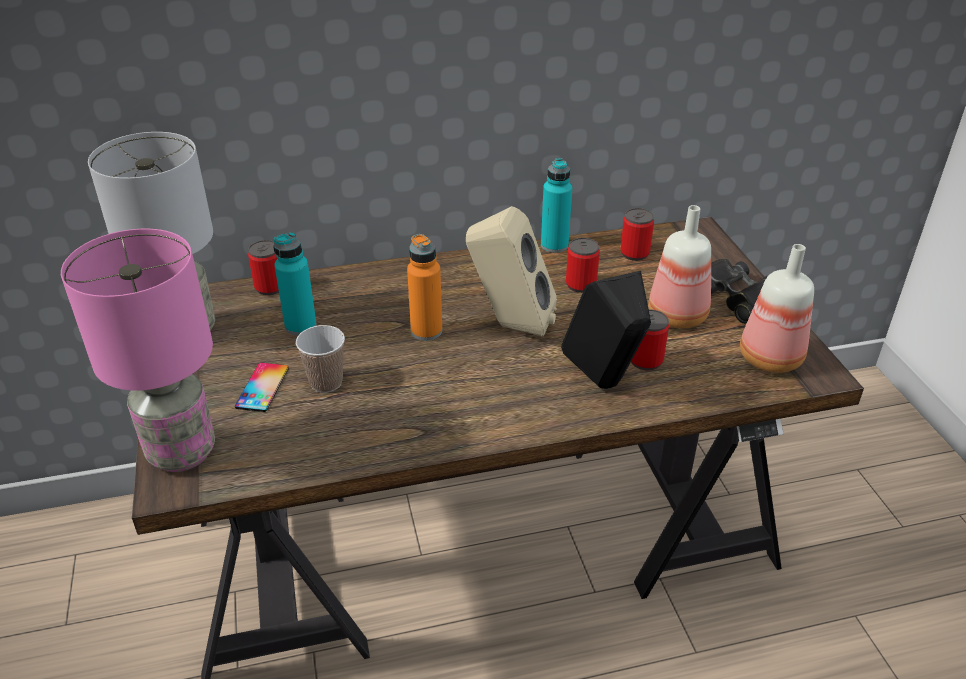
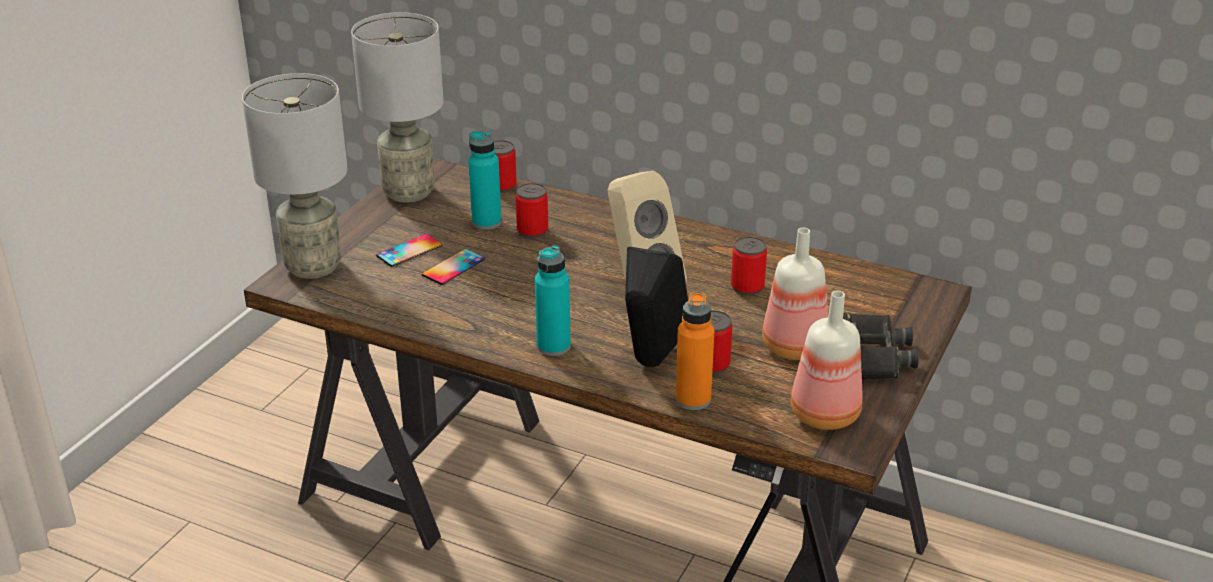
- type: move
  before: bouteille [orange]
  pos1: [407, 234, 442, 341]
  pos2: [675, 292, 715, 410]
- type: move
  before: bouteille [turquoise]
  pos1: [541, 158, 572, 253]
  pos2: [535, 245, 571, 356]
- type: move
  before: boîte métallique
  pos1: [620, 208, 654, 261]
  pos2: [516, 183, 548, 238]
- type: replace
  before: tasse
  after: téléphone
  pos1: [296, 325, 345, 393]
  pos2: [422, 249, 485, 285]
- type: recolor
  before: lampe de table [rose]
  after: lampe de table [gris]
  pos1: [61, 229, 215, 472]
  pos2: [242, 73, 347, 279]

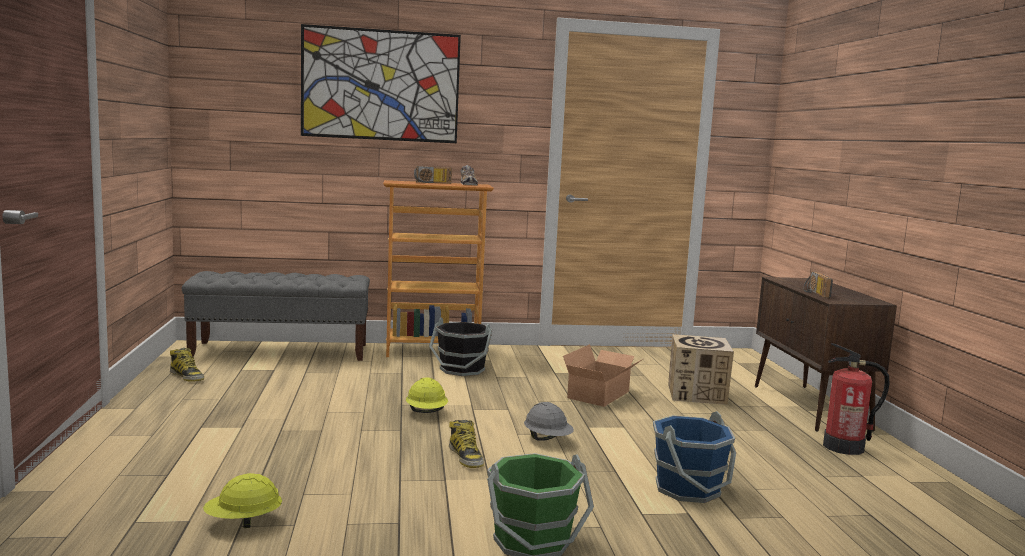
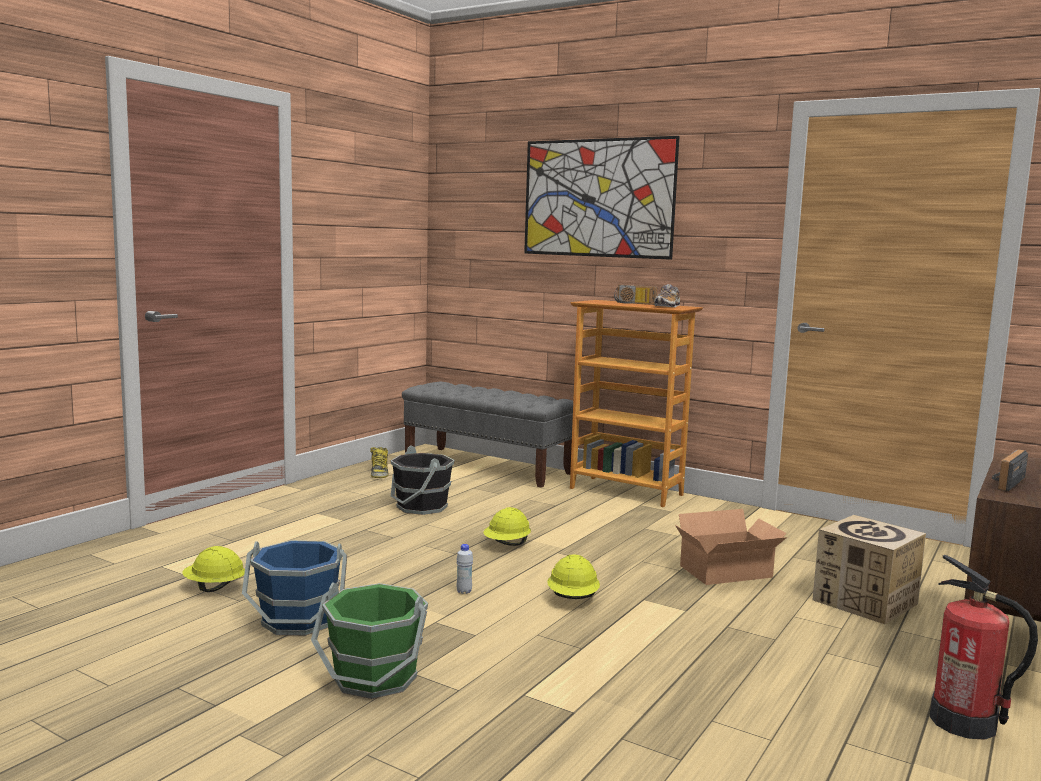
- type: move
  before: seau [noir]
  pos1: [429, 317, 492, 376]
  pos2: [390, 445, 455, 515]
- type: move
  before: seau [bleu]
  pos1: [653, 411, 736, 503]
  pos2: [242, 540, 347, 636]
- type: replace
  before: botte
  after: bouteille [blanc]
  pos1: [449, 420, 484, 468]
  pos2: [456, 544, 473, 594]
- type: recolor
  before: casque de chantier [gris]
  after: casque de chantier [jaune]
  pos1: [524, 402, 574, 441]
  pos2: [547, 555, 600, 599]

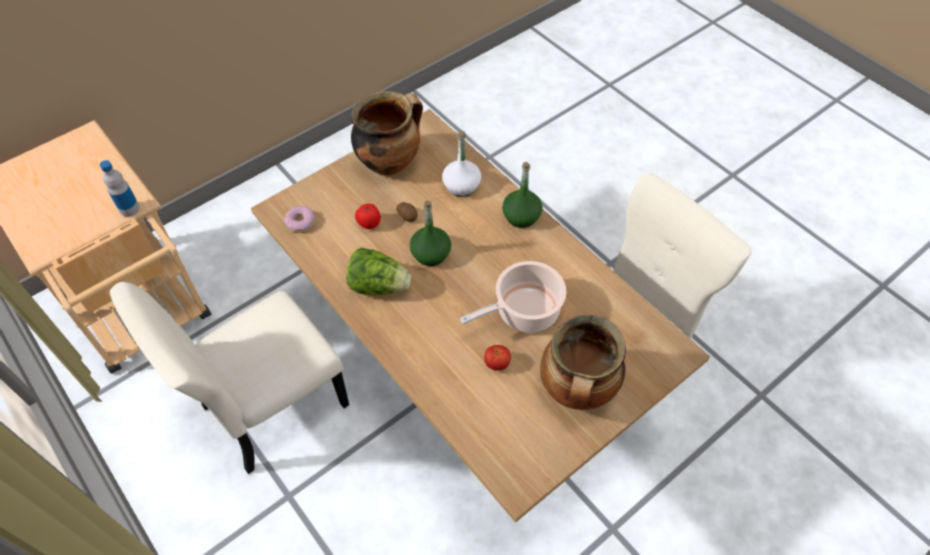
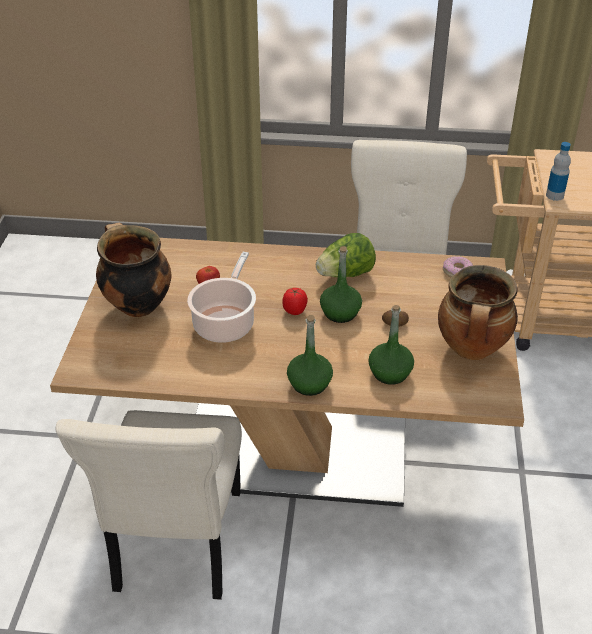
- type: move
  before: tomate
  pos1: [355, 204, 381, 229]
  pos2: [282, 288, 308, 315]
- type: recolor
  before: bouteille [blanc]
  after: bouteille [vert]
  pos1: [442, 130, 481, 197]
  pos2: [368, 305, 414, 385]

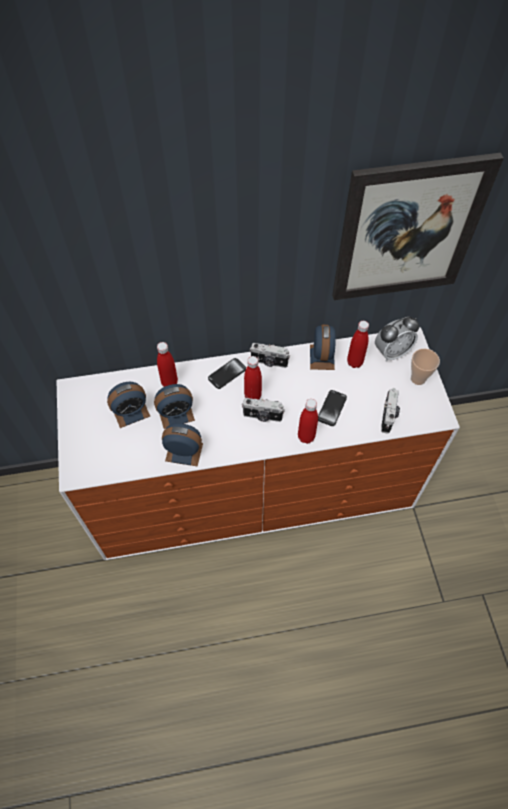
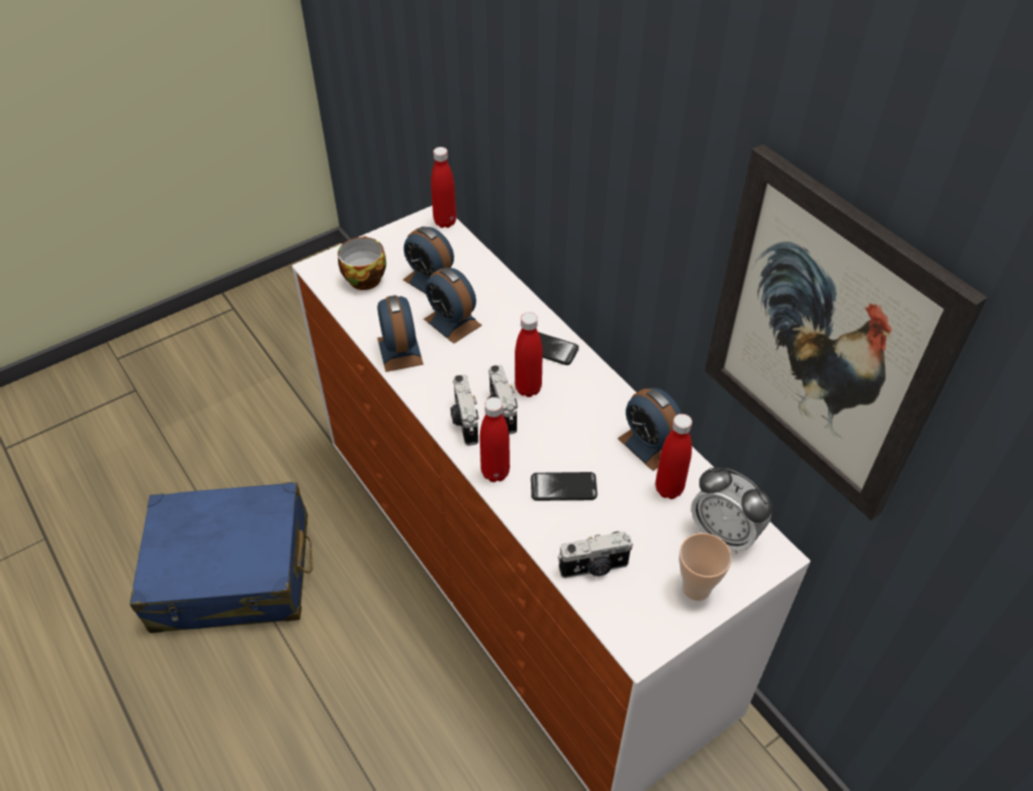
- type: insert
  after: valise [bleu]
  pos2: [130, 482, 313, 633]
- type: insert
  after: tasse
  pos2: [338, 236, 386, 290]
- type: move
  before: bouteille [rouge]
  pos1: [157, 342, 178, 387]
  pos2: [431, 147, 456, 228]
- type: move
  before: appareil photo
  pos1: [250, 343, 290, 368]
  pos2: [450, 375, 478, 446]
- type: rotate
  before: réveil
  pos1: [310, 325, 336, 370]
  pos2: [618, 388, 682, 471]
  turn: 75

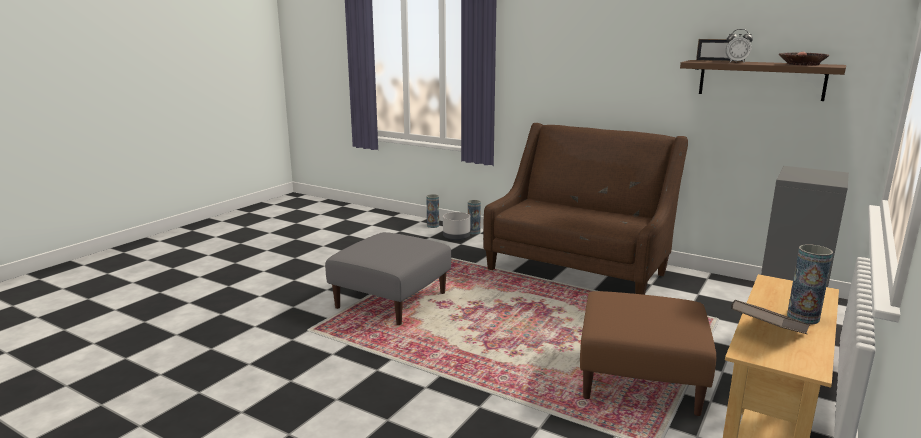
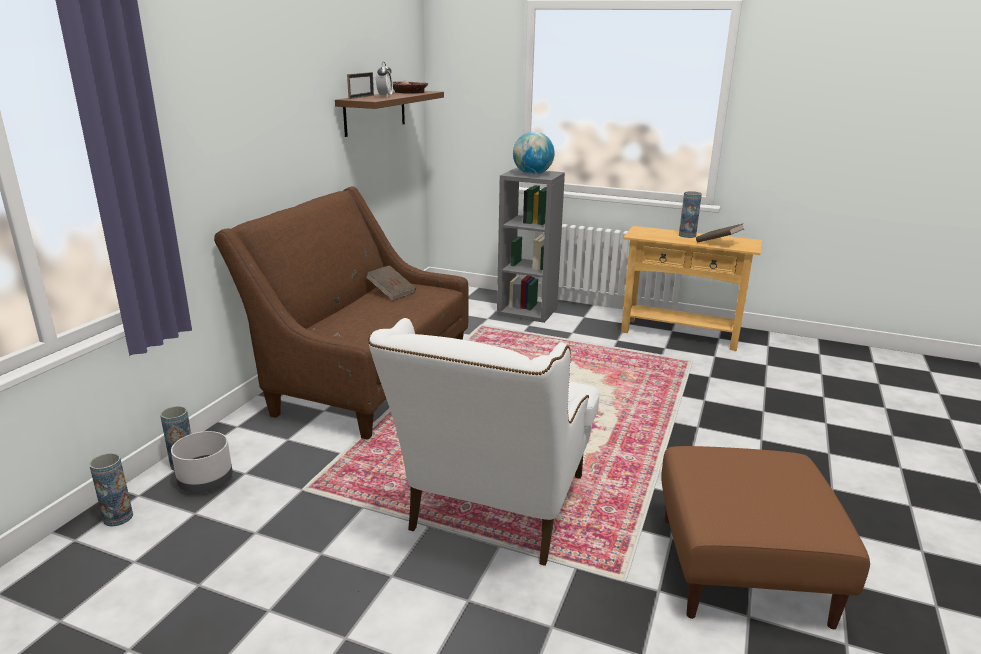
- type: insert
  after: livre [marron]
  pos2: [366, 265, 416, 301]
- type: insert
  after: globe
  pos2: [513, 132, 554, 175]
- type: move
  before: pouf [marron]
  pos1: [580, 291, 716, 416]
  pos2: [661, 446, 870, 629]
- type: replace
  before: pouf [gris]
  after: fauteuil [blanc]
  pos1: [325, 232, 451, 325]
  pos2: [368, 318, 599, 566]

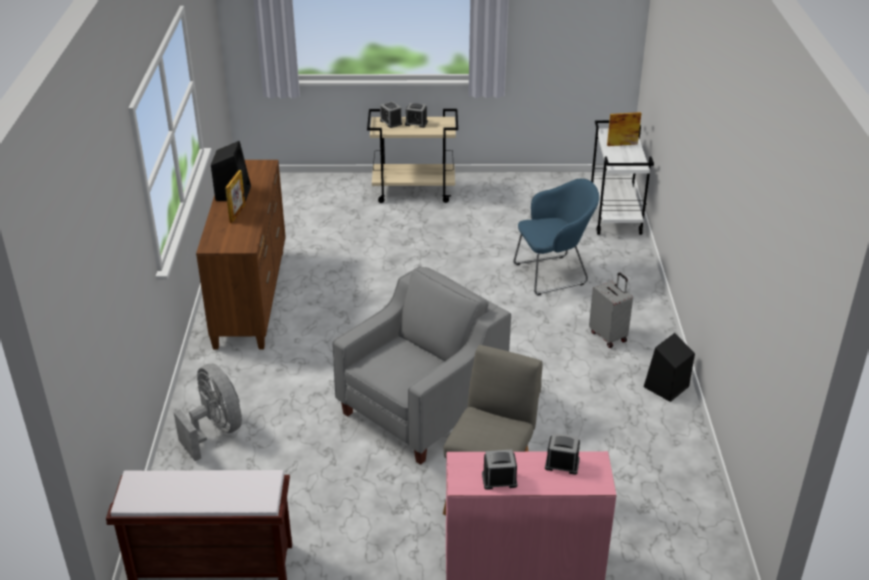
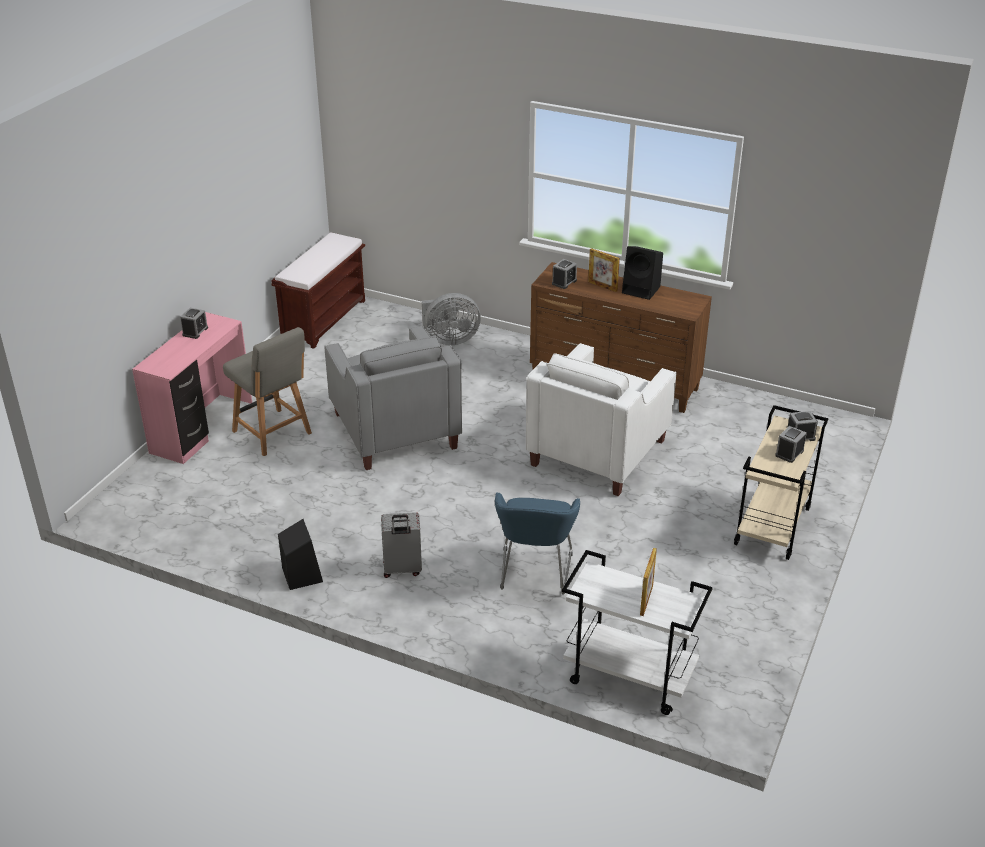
- type: insert
  after: fauteuil [blanc]
  pos2: [526, 343, 676, 496]
- type: move
  before: réveil
  pos1: [545, 433, 580, 475]
  pos2: [552, 259, 577, 289]

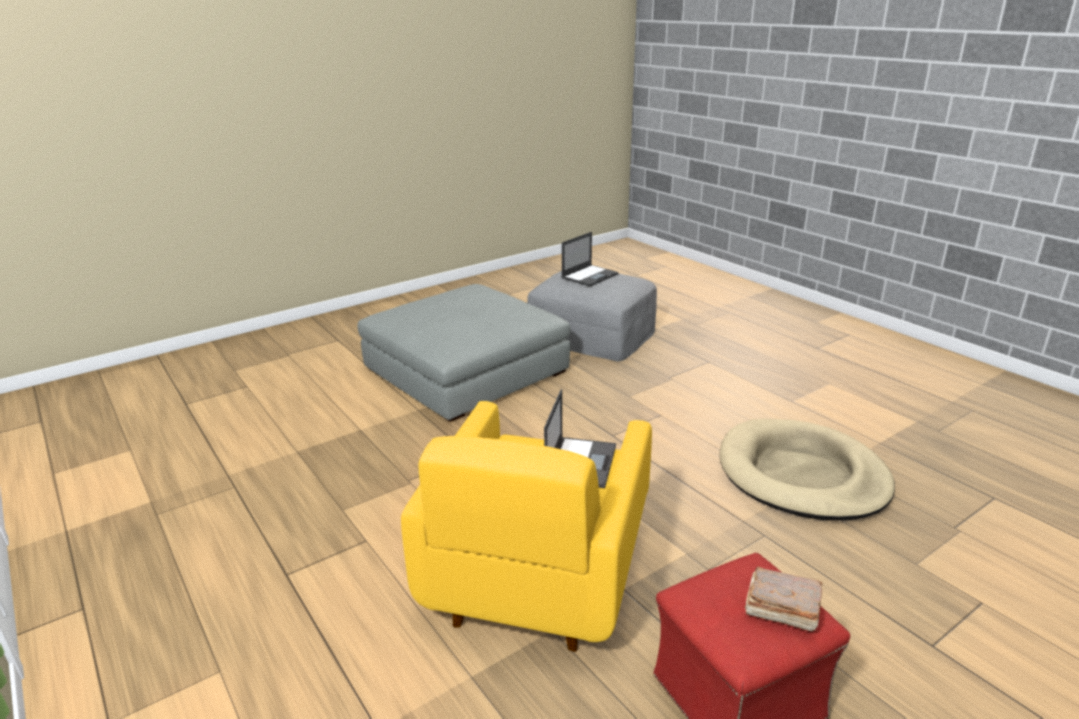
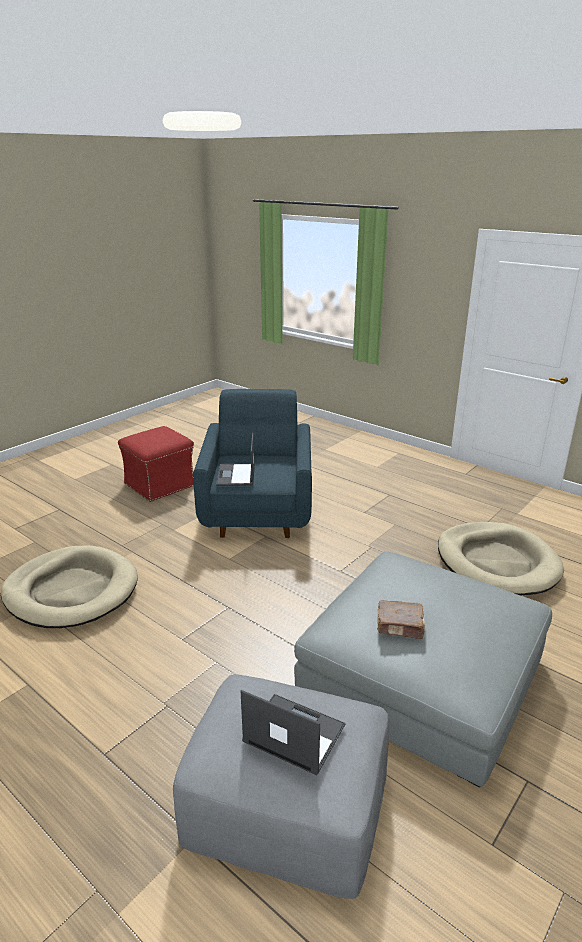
- type: insert
  after: panier pour chien [beige]
  pos2: [438, 522, 564, 596]
- type: move
  before: livre [marron]
  pos1: [744, 567, 822, 631]
  pos2: [377, 600, 425, 639]
- type: recolor
  before: fauteuil [jaune]
  after: fauteuil [bleu]
  pos1: [401, 401, 652, 652]
  pos2: [193, 389, 312, 538]
- type: rotate
  before: ordinateur portable
  pos1: [561, 232, 619, 287]
  pos2: [241, 690, 346, 775]
  turn: 90

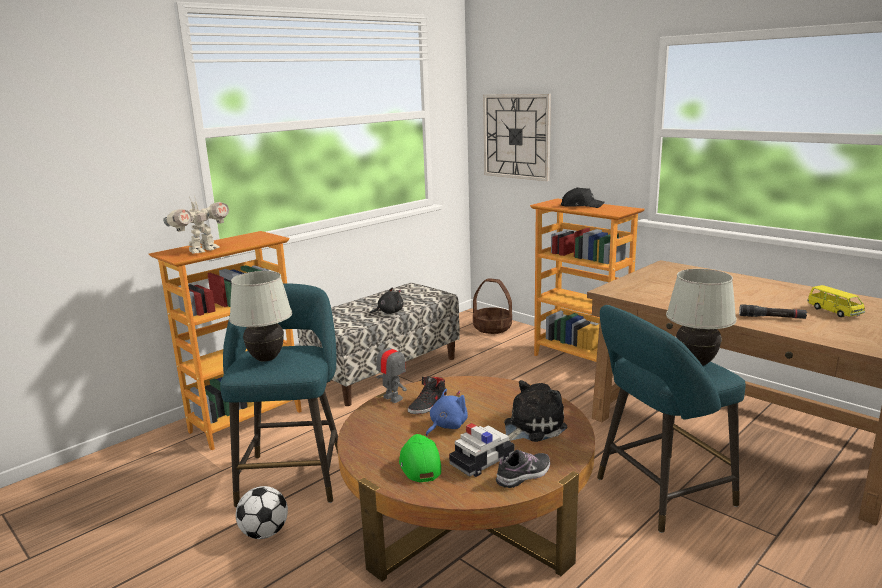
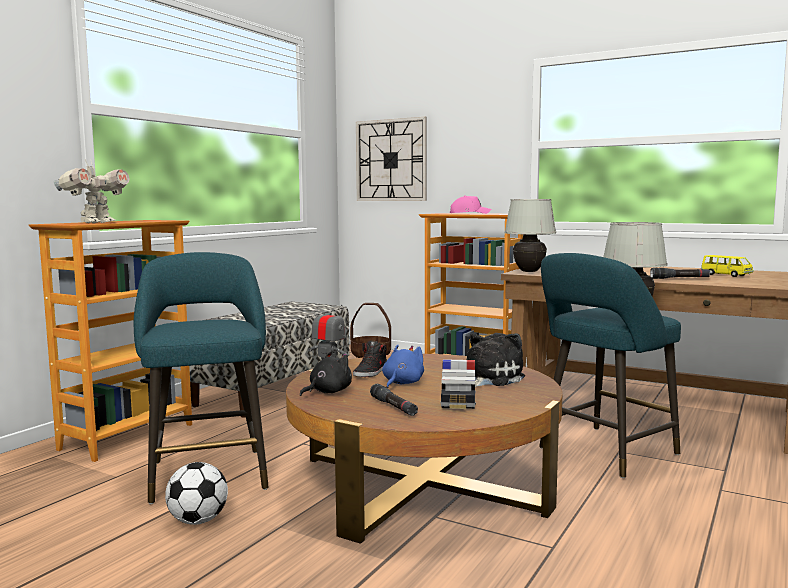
- type: delete
  before: chaussure
  pos1: [496, 450, 550, 488]
- type: move
  before: lampe de table [blanc]
  pos1: [229, 271, 292, 362]
  pos2: [504, 199, 556, 272]
- type: move
  before: peluche [noir]
  pos1: [369, 287, 404, 315]
  pos2: [300, 351, 352, 396]
- type: replace
  before: casquette [vert]
  after: lampe de poche [noir]
  pos1: [399, 434, 441, 482]
  pos2: [370, 384, 418, 416]
- type: recolor
  before: casquette [noir]
  after: casquette [rose]
  pos1: [561, 187, 605, 208]
  pos2: [450, 195, 491, 214]
- type: rotate
  before: petite voiture
  pos1: [449, 423, 514, 477]
  pos2: [440, 359, 476, 409]
  turn: 150

